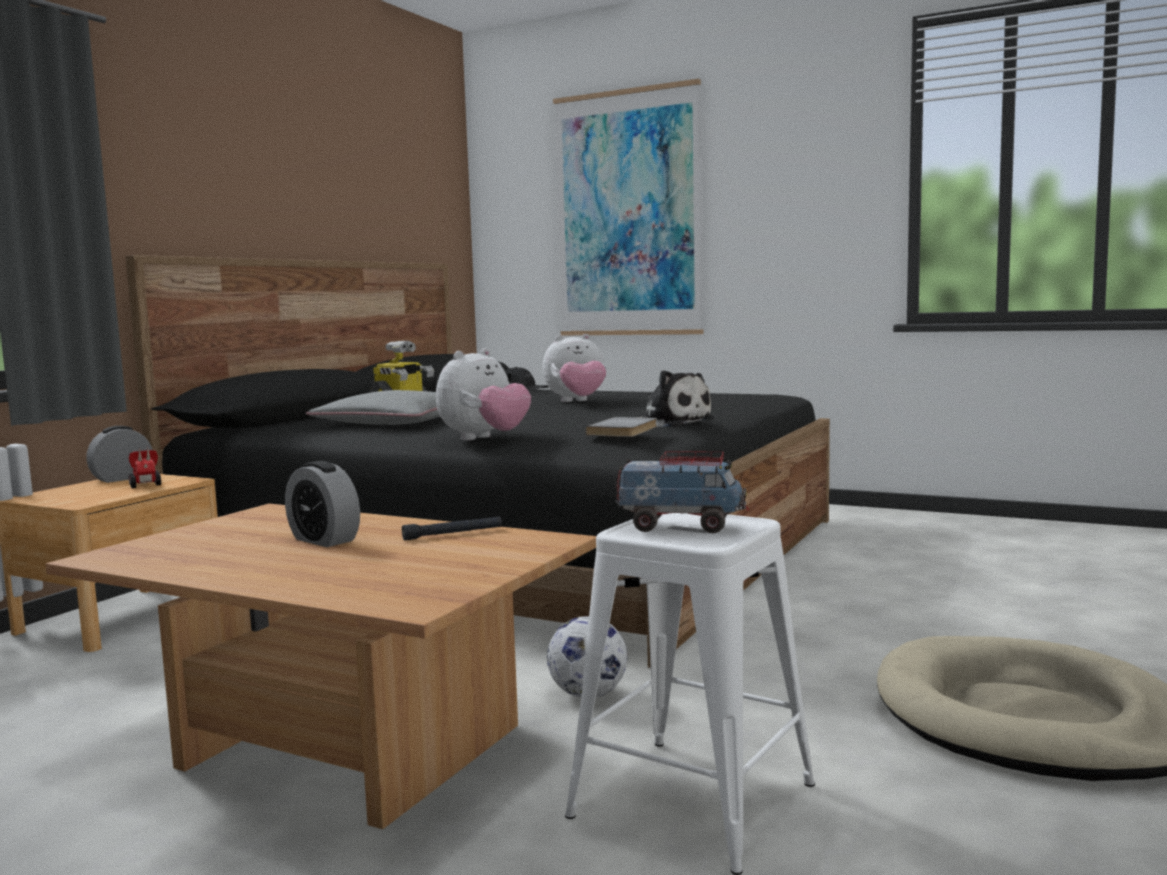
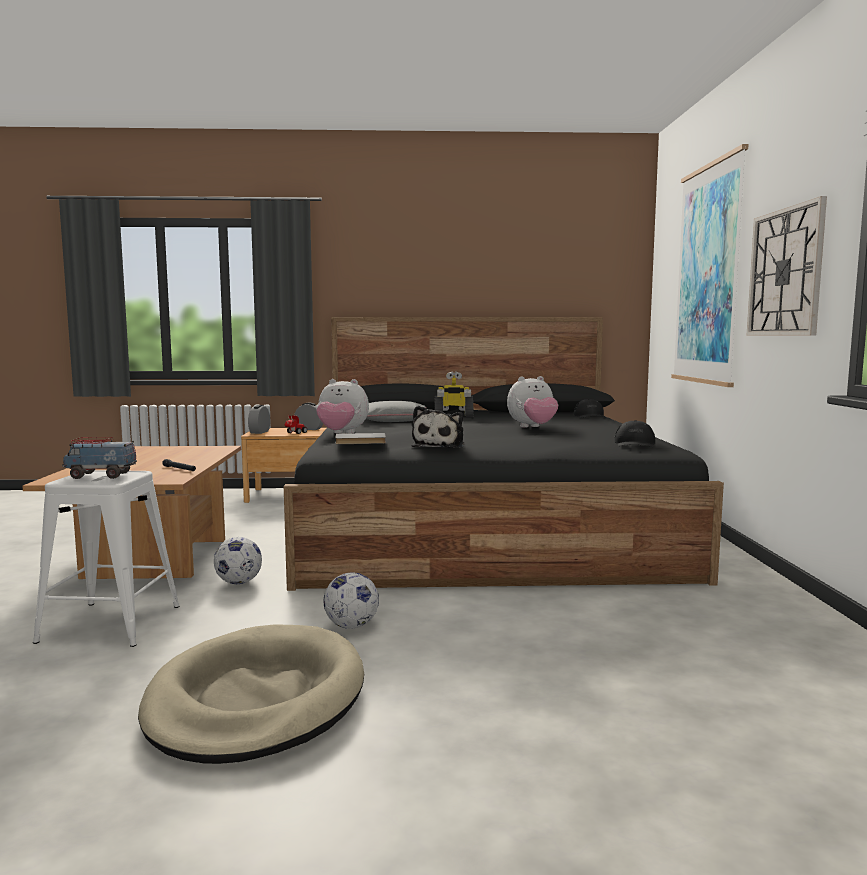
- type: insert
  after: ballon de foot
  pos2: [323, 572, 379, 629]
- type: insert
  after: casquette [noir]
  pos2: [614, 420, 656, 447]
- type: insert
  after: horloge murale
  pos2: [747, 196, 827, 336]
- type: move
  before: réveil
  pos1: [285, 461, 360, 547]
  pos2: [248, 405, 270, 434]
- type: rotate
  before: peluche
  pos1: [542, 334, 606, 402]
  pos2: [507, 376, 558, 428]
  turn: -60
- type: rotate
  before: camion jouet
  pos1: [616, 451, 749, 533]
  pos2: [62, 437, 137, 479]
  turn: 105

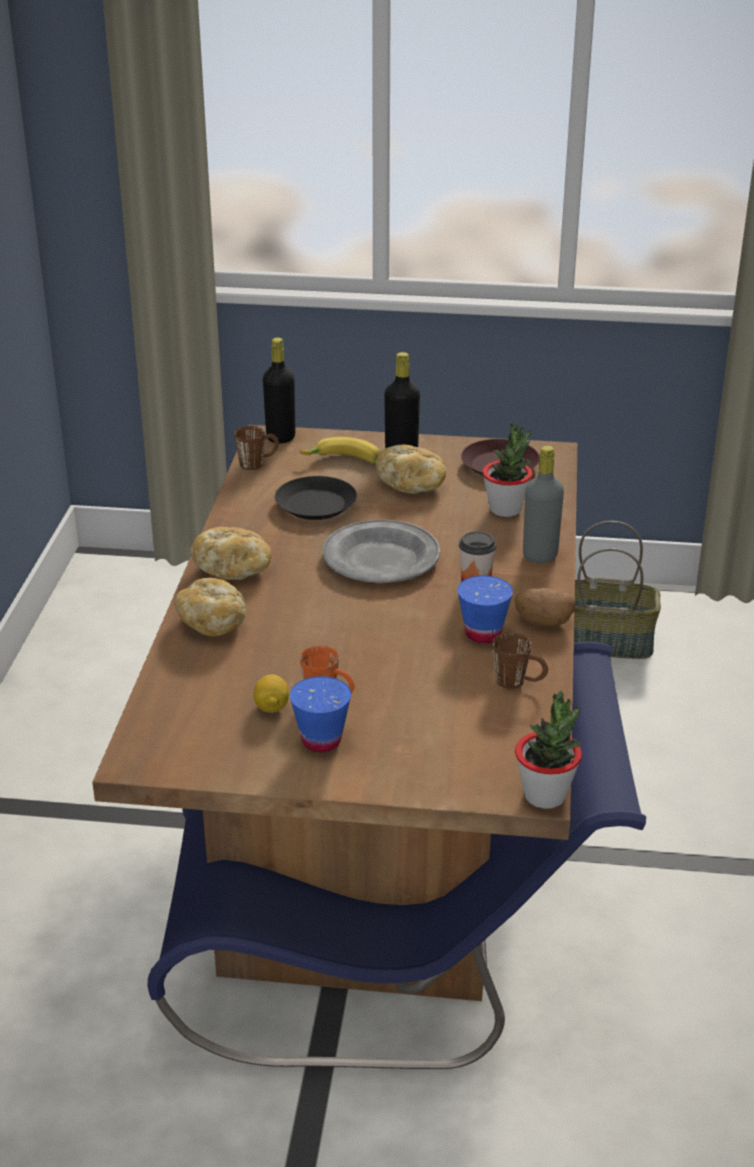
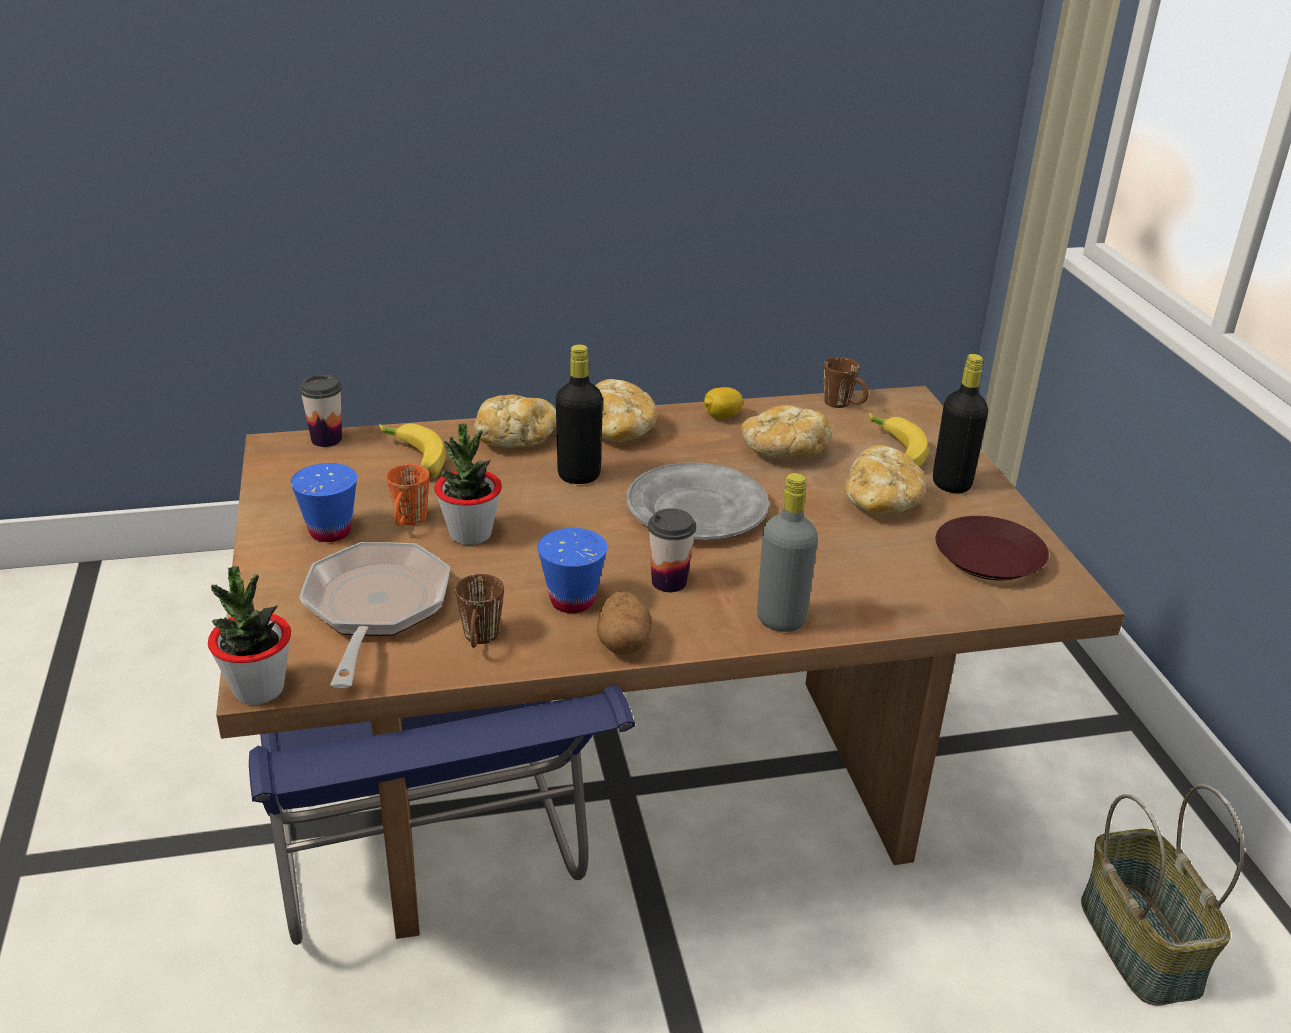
- type: insert
  after: tasse
  pos2: [299, 375, 342, 447]
- type: insert
  after: poêle
  pos2: [299, 542, 450, 688]
- type: insert
  after: banane
  pos2: [379, 424, 446, 478]
- type: move
  before: citron
  pos1: [253, 674, 289, 713]
  pos2: [704, 387, 743, 419]
- type: move
  before: bouteille [noir]
  pos1: [263, 338, 295, 444]
  pos2: [556, 344, 603, 484]
- type: move
  before: plante en pot
  pos1: [483, 423, 533, 517]
  pos2: [434, 423, 502, 545]
- type: replace
  before: assiette [noir]
  after: pain
  pos1: [275, 476, 357, 520]
  pos2: [741, 405, 831, 459]

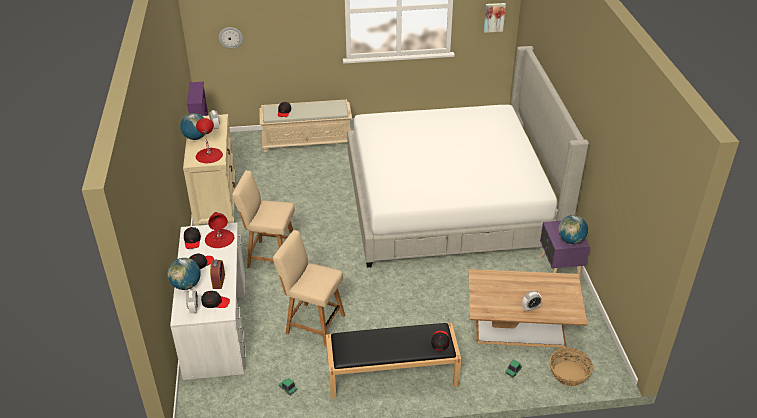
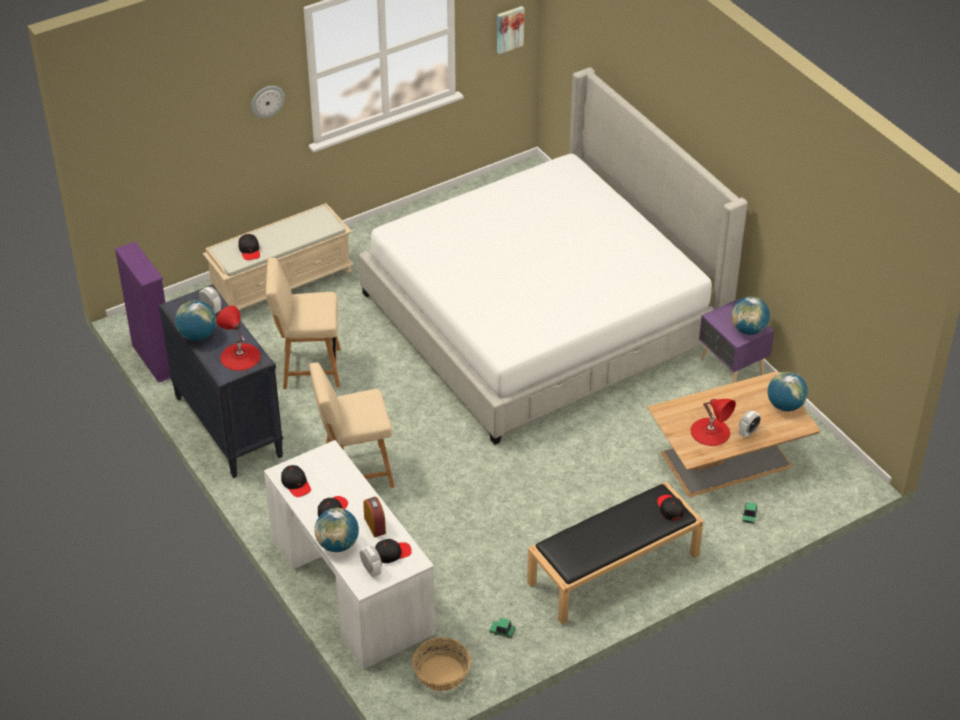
- type: insert
  after: globe
  pos2: [767, 372, 808, 411]
- type: move
  before: lampe de table [rouge]
  pos1: [205, 212, 234, 248]
  pos2: [691, 399, 736, 446]
- type: move
  before: horloge murale
  pos1: [219, 27, 243, 49]
  pos2: [251, 86, 285, 118]
- type: move
  before: chaise [beige]
  pos1: [273, 230, 345, 346]
  pos2: [266, 258, 341, 389]
- type: move
  before: panier
  pos1: [549, 348, 593, 386]
  pos2: [412, 637, 471, 691]
- type: recolor
  before: commode [beige]
  after: commode [noir]
  pos1: [183, 114, 236, 226]
  pos2: [159, 284, 283, 478]

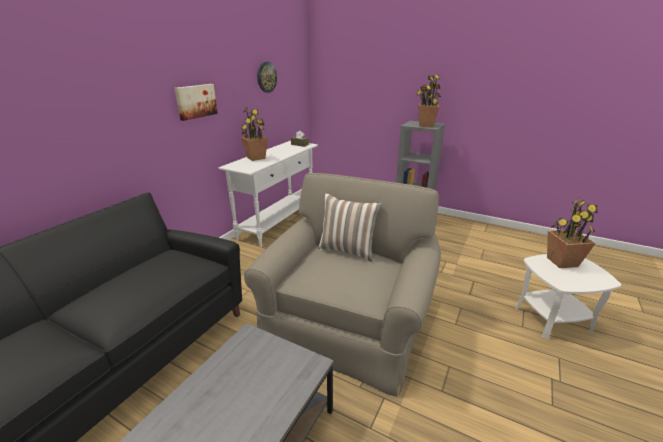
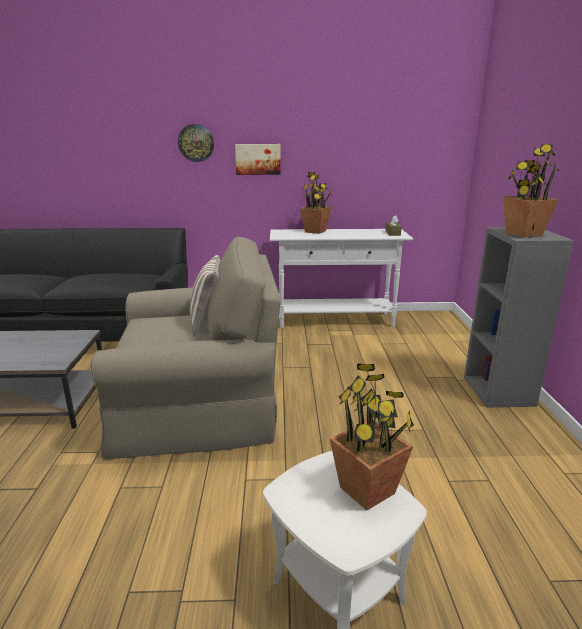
- type: move
  before: horloge murale
  pos1: [257, 62, 277, 93]
  pos2: [178, 124, 214, 162]

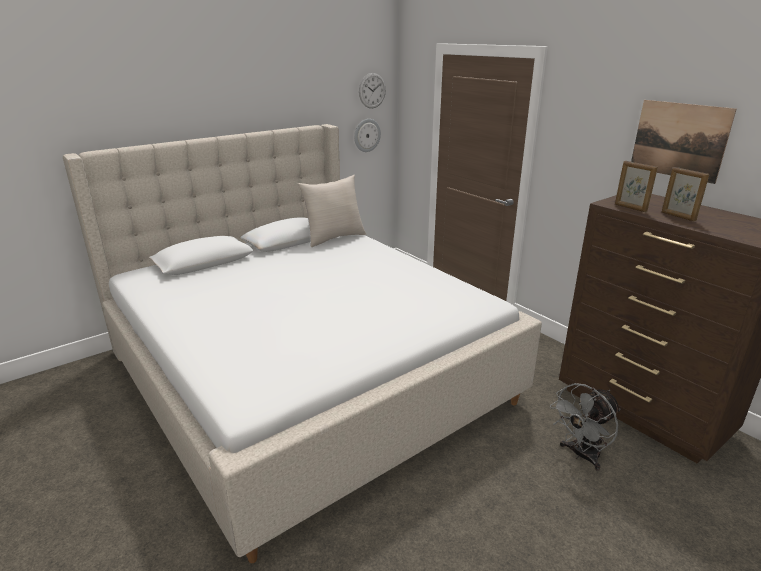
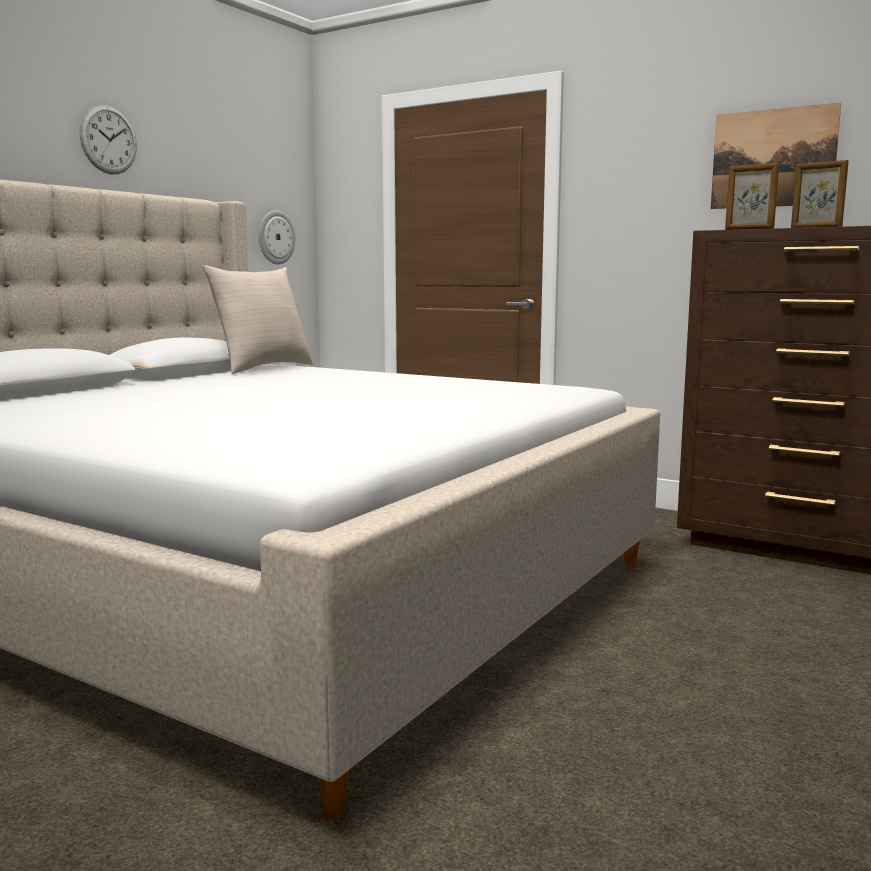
- type: delete
  before: ventilateur [gris]
  pos1: [550, 383, 620, 471]
- type: move
  before: horloge murale
  pos1: [359, 73, 386, 108]
  pos2: [79, 105, 137, 174]

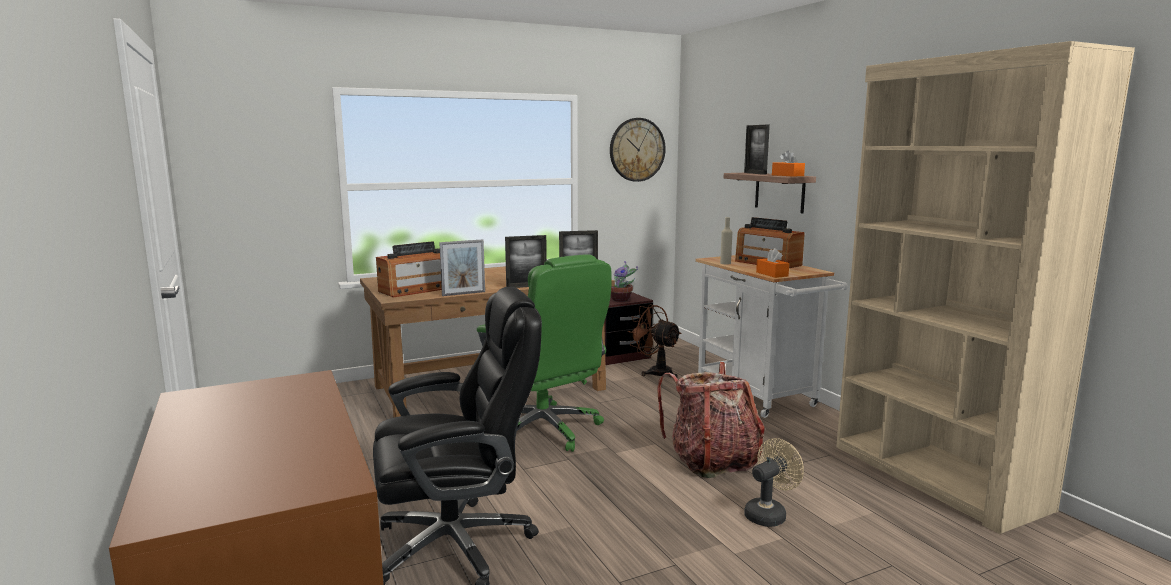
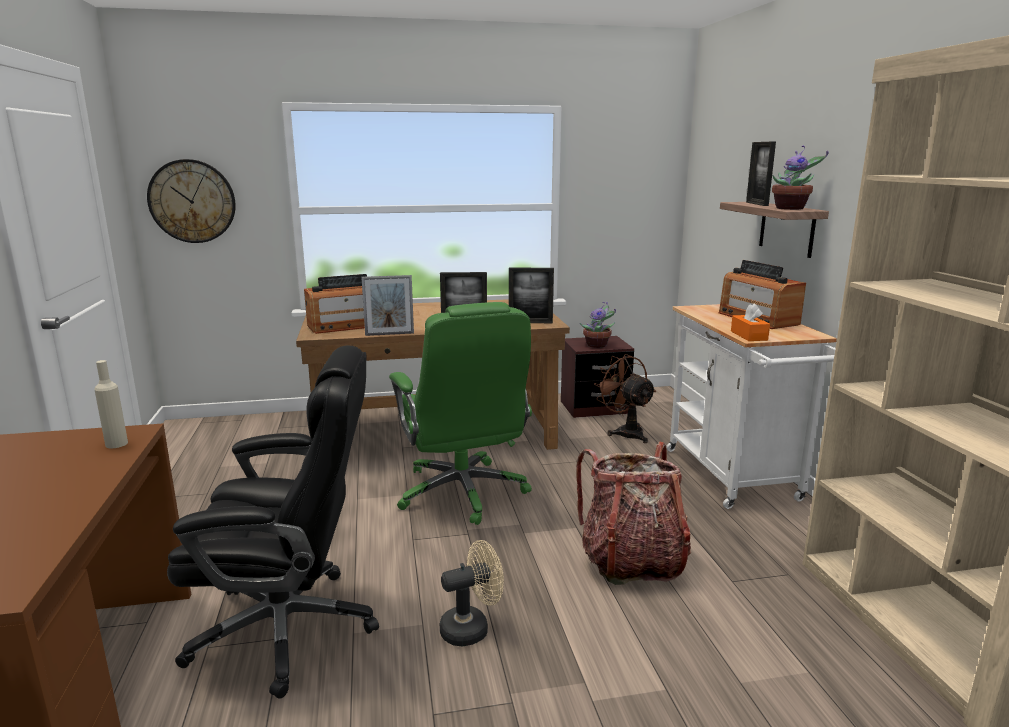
- type: move
  before: horloge murale
  pos1: [610, 118, 666, 182]
  pos2: [147, 159, 235, 243]
- type: move
  before: bouteille [beige]
  pos1: [720, 217, 732, 264]
  pos2: [94, 360, 128, 448]
- type: move
  before: ventilateur [beige]
  pos1: [744, 438, 804, 527]
  pos2: [440, 540, 504, 646]
- type: replace
  before: boîte à mouchoirs [orange]
  after: plante en pot
  pos1: [772, 150, 805, 177]
  pos2: [772, 145, 828, 210]

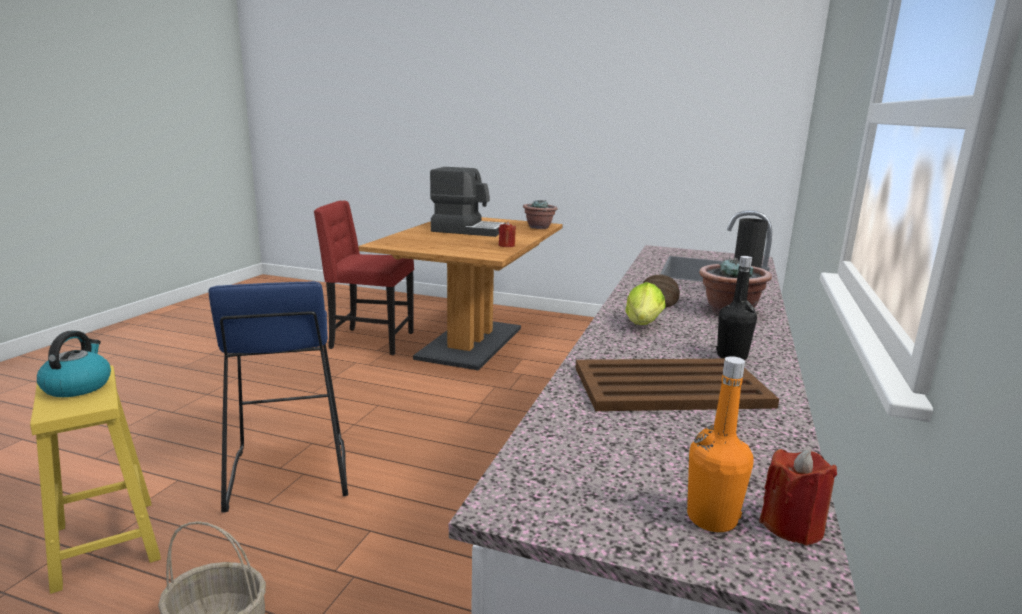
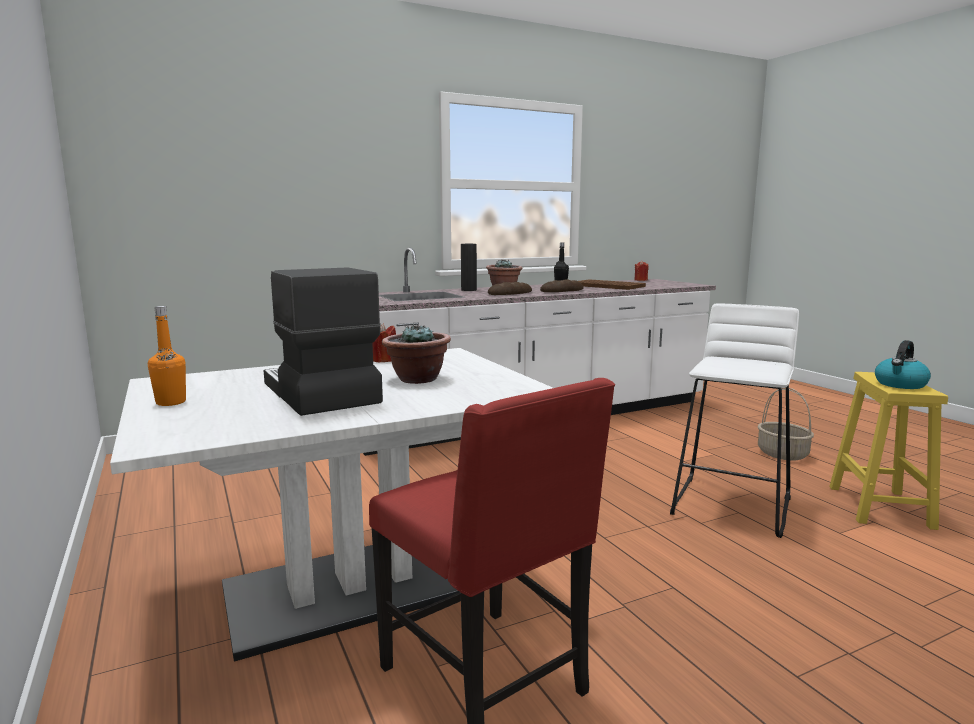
- type: move
  before: plante en pot
  pos1: [523, 199, 558, 229]
  pos2: [382, 323, 451, 384]
- type: move
  before: bouteille [orange]
  pos1: [687, 356, 754, 532]
  pos2: [148, 306, 186, 406]
- type: replace
  before: laitue
  after: pain
  pos1: [625, 282, 666, 325]
  pos2: [540, 279, 584, 292]
- type: recolor
  before: tabouret [bleu]
  after: tabouret [blanc]
  pos1: [209, 281, 348, 513]
  pos2: [670, 304, 799, 538]
- type: recolor
  before: table à manger [marron]
  after: table à manger [blanc]
  pos1: [359, 217, 563, 370]
  pos2: [110, 348, 553, 662]

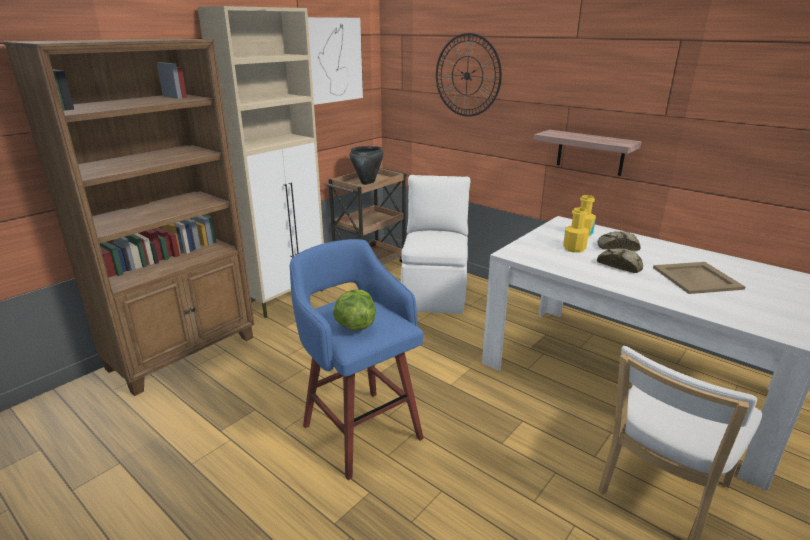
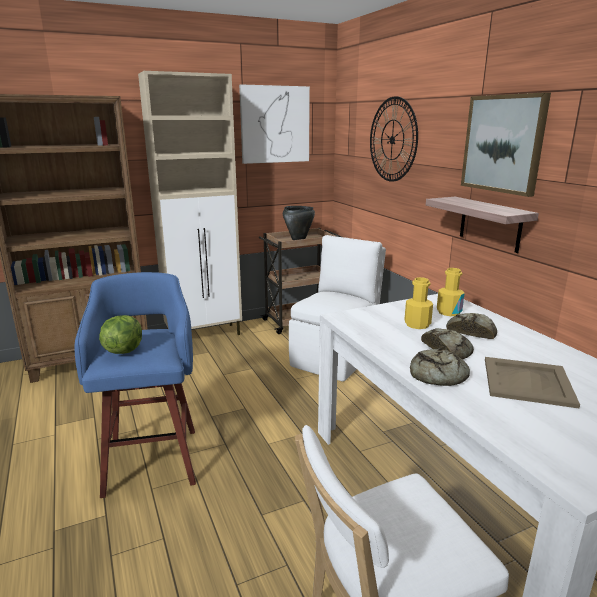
- type: insert
  after: pain
  pos2: [410, 348, 470, 386]
- type: insert
  after: tableau
  pos2: [461, 92, 551, 197]

